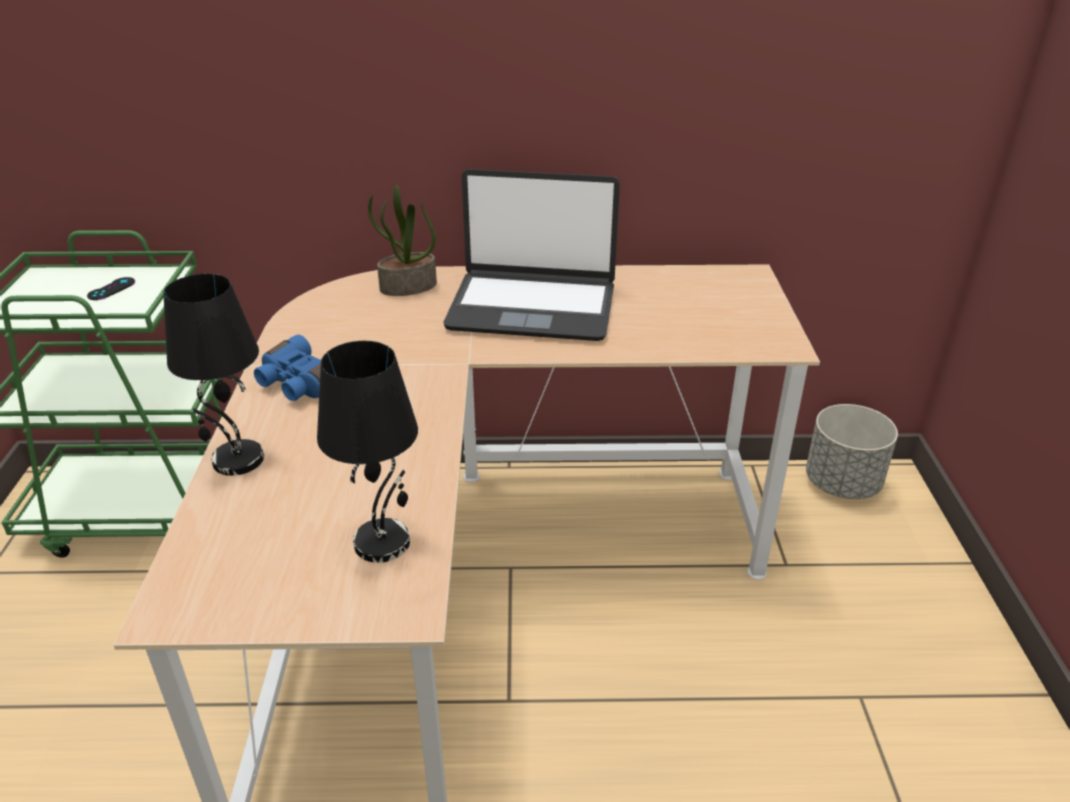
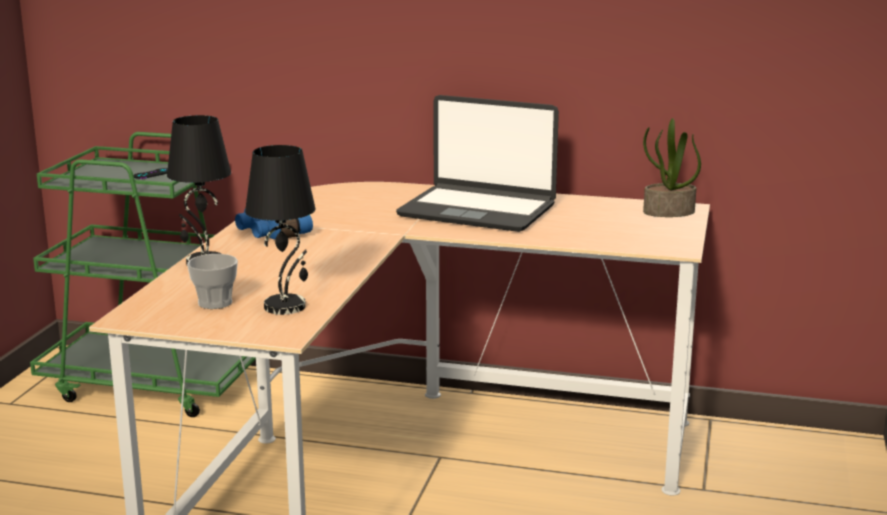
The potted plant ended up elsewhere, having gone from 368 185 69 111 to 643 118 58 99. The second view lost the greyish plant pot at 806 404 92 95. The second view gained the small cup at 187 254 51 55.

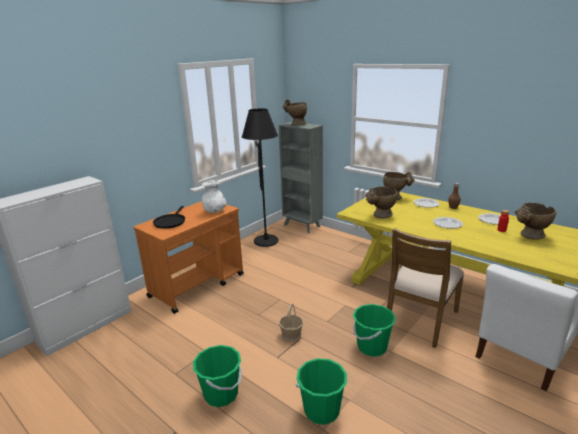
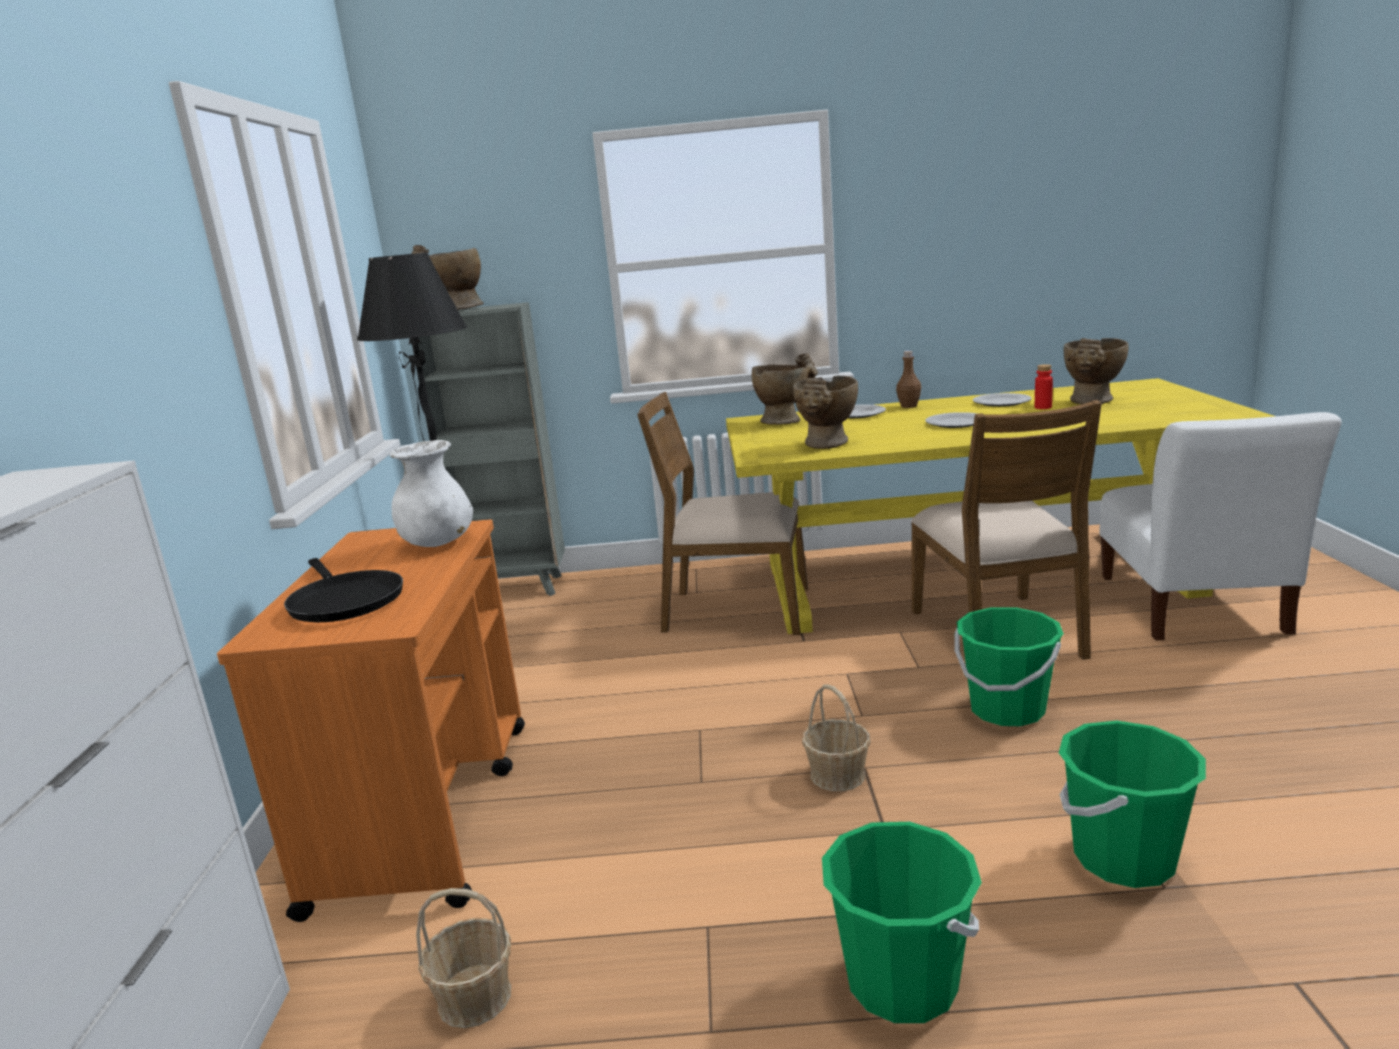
The second view gained the brown upright chair at 637 392 171 243. The second view gained the household basket at 416 888 95 140.

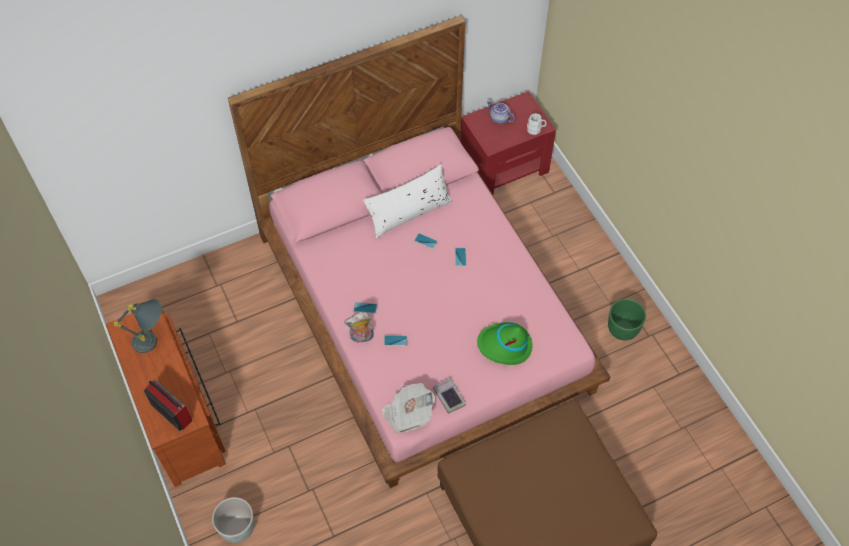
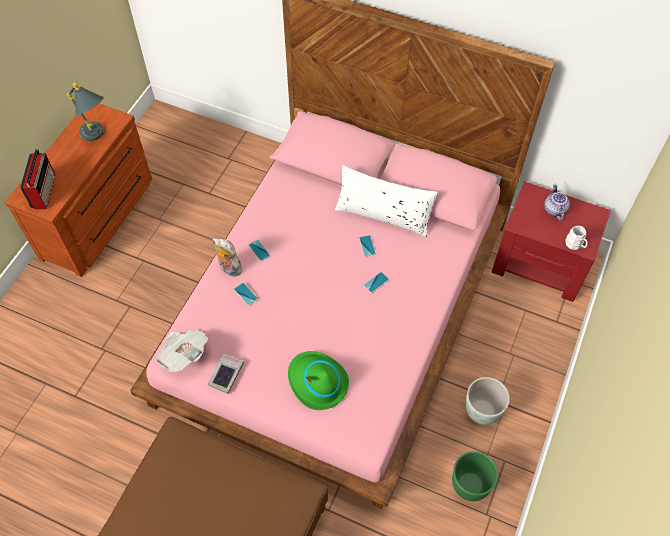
The greyish plant pot ended up elsewhere, having gone from 212 497 43 46 to 465 377 45 48.

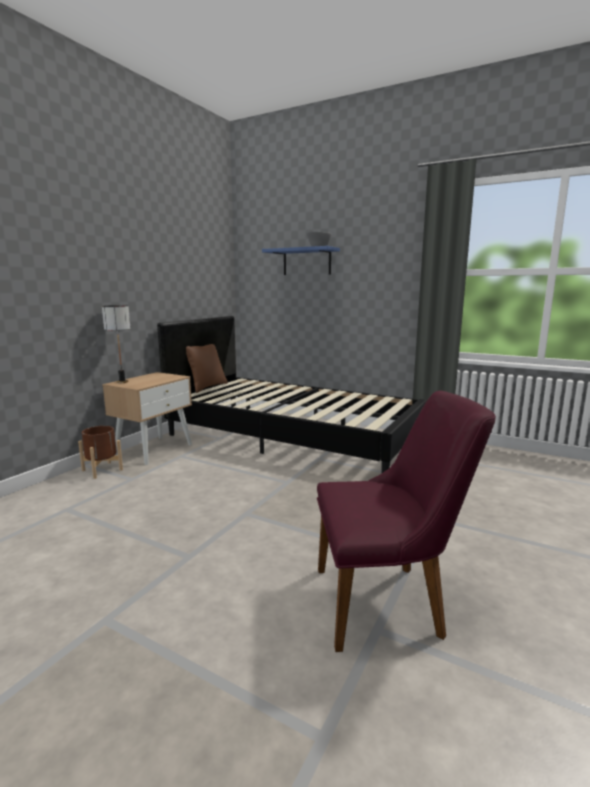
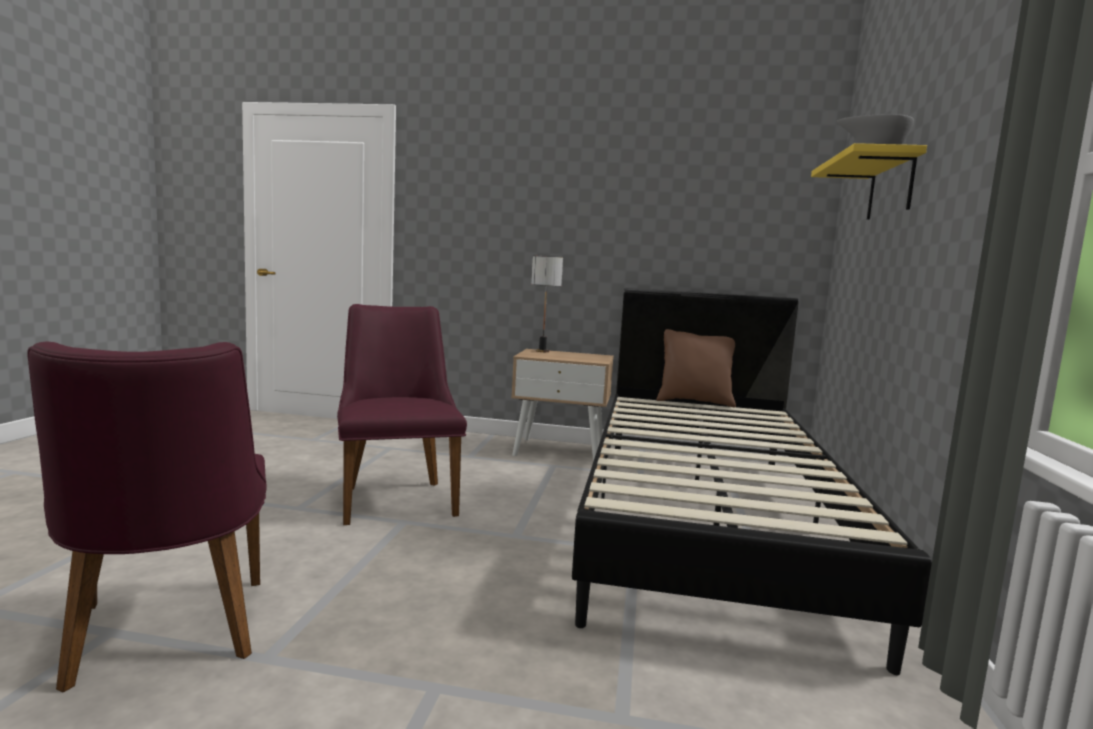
What was the blue-coloured bracket shelf at 262 246 78 29 turned into the yellowish bracket shelf at 811 143 116 77. The second view lost the brown plant pot at 78 426 45 53. The second view gained the purple upright chair at 337 304 130 221.

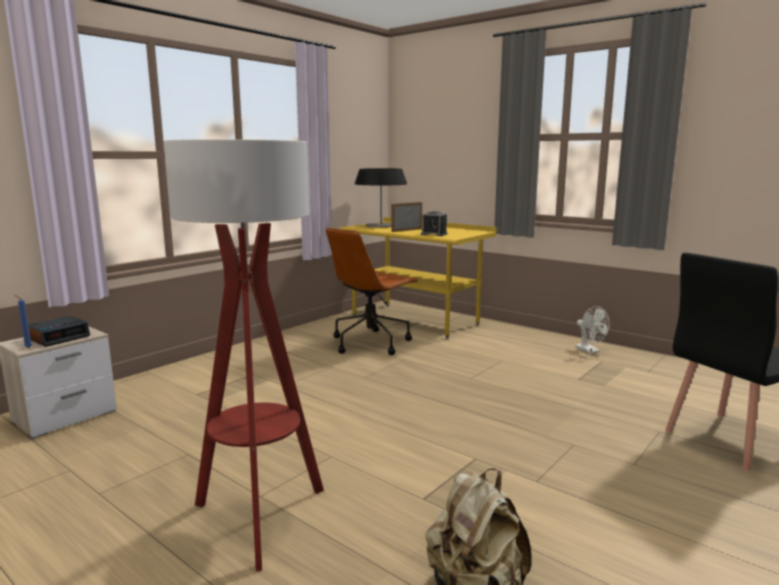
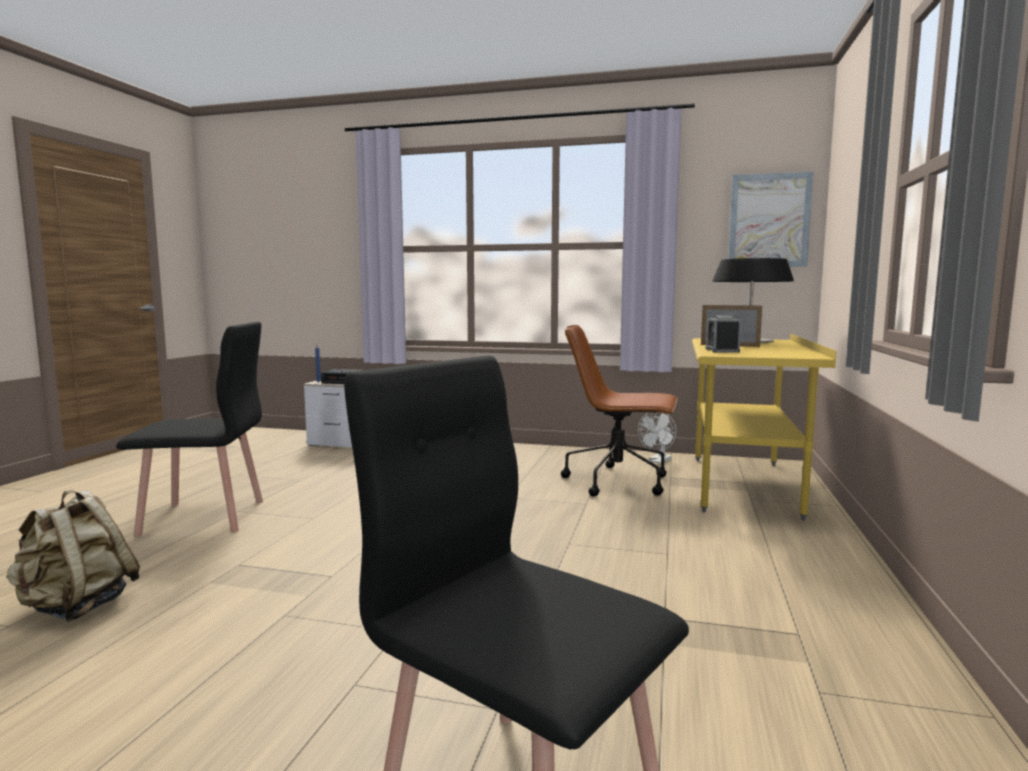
Where the standing lamp stood at 164 139 160 433, the black upright chair came to stand at 116 322 147 214. The white-coloured electric fan ended up elsewhere, having gone from 575 306 35 48 to 638 412 38 52. The second view gained the picture at 728 172 86 95.

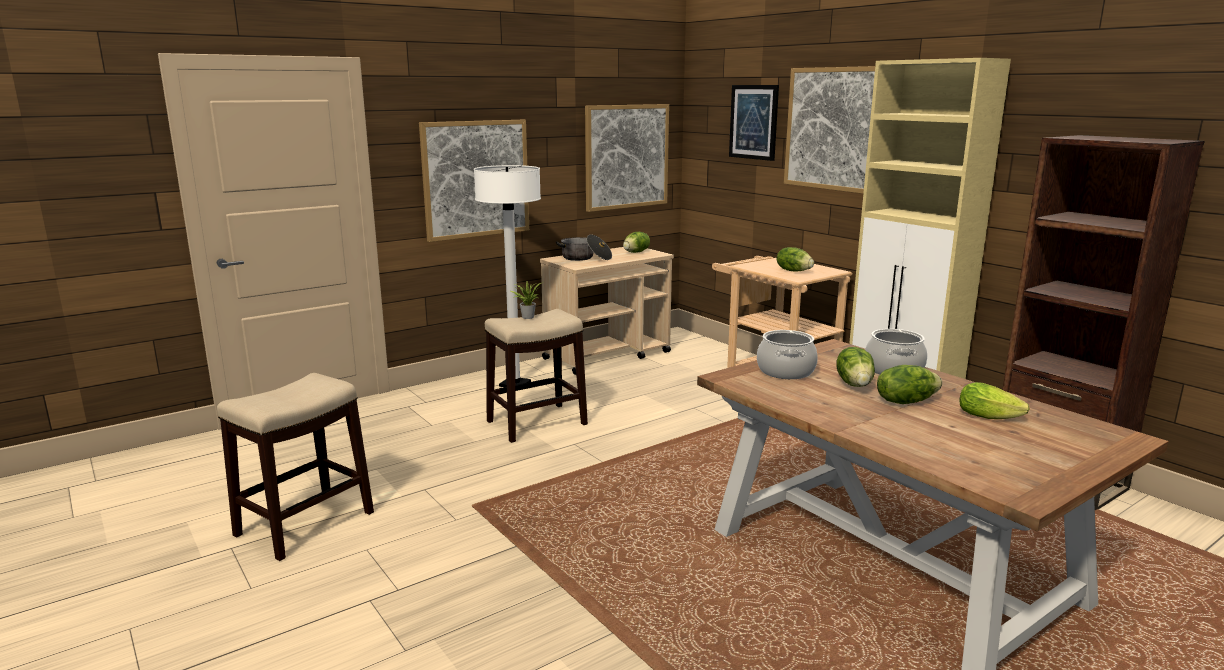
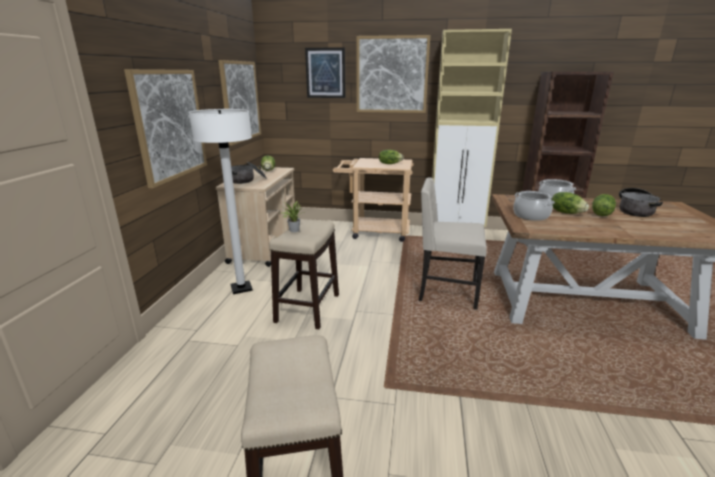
Where the lettuce stood at 960 382 70 37, the stockpot came to stand at 619 188 44 29. The second view gained the beige-coloured upright chair at 419 177 68 133.

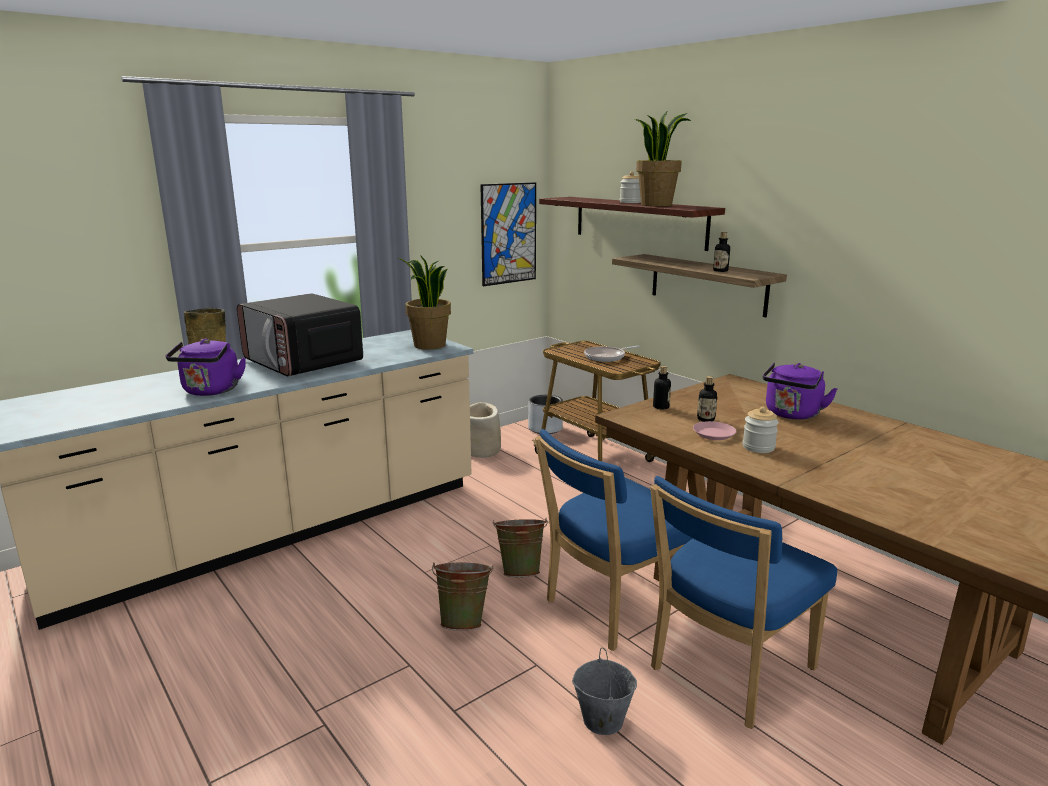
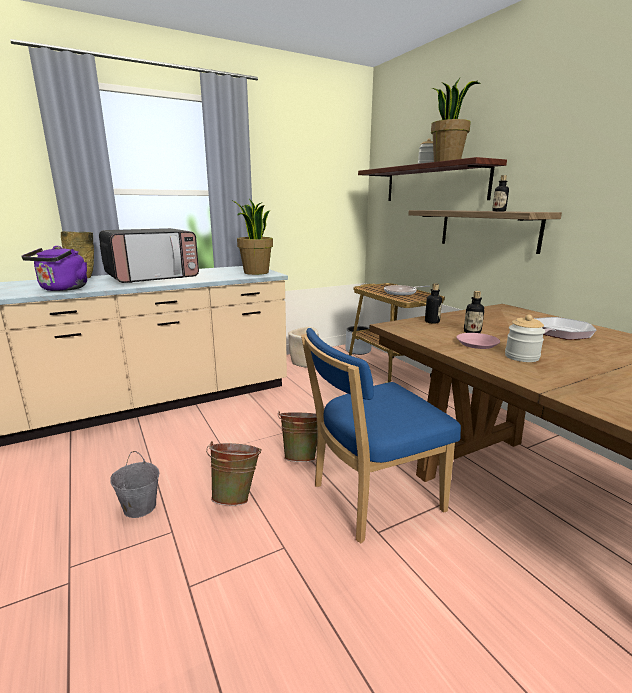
The second view lost the picture at 480 182 56 104. The kitchen microwave at 237 293 126 83 ended up facing another way, 90 degrees counterclockwise from before. Where the purple tea kettle stood at 763 363 74 57, the skillet came to stand at 534 317 63 23. The second view lost the blue-coloured upright chair at 650 476 187 253. The greyish water bucket ended up elsewhere, having gone from 572 648 65 87 to 110 451 50 67.

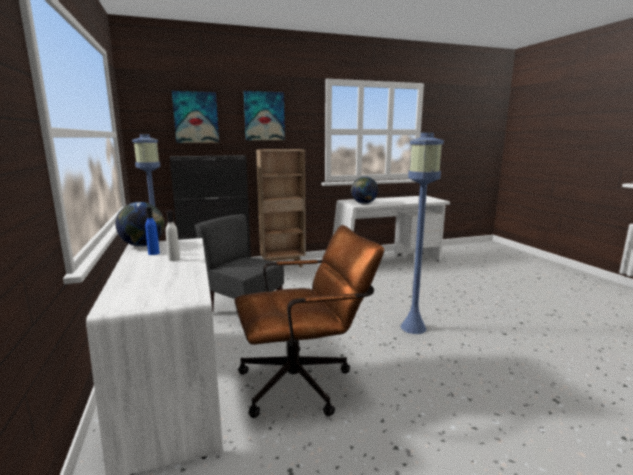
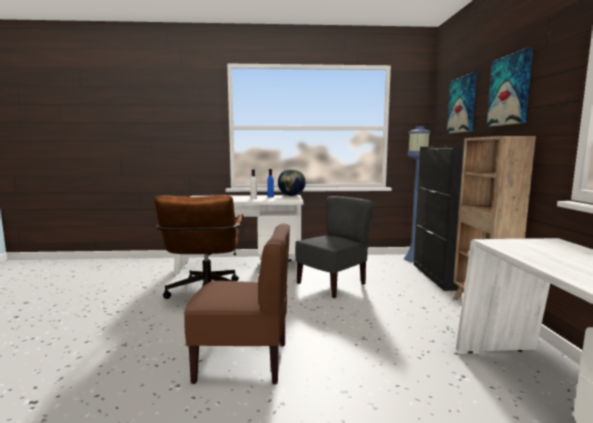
Where the blue-coloured standing lamp stood at 401 133 43 201, the brown upright chair came to stand at 184 224 106 160. The second view lost the world globe at 351 177 27 27.

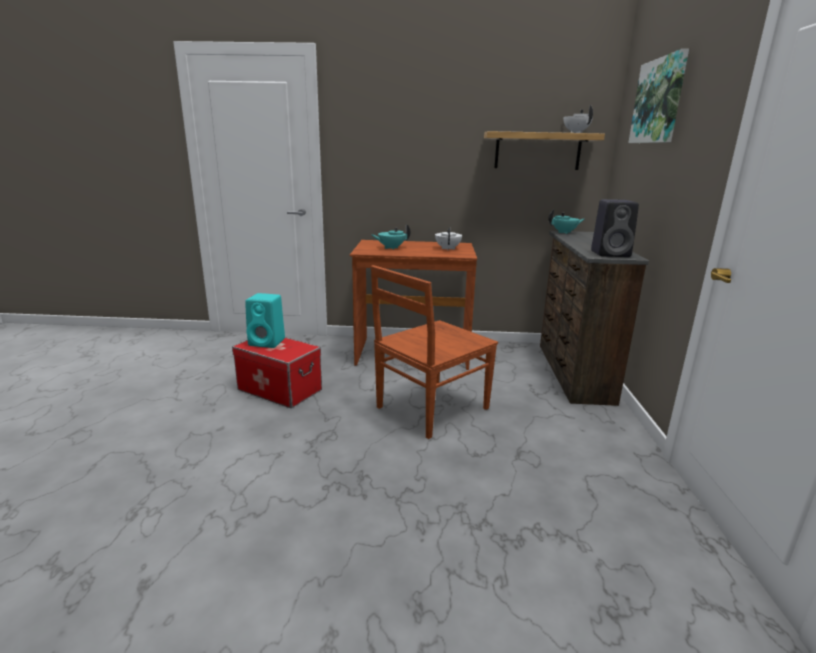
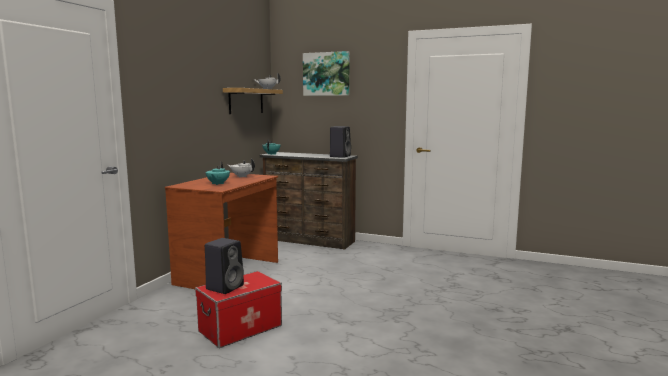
The second view lost the brown upright chair at 371 265 127 174. What was the turquoise-coloured speaker at 245 293 40 55 turned into the black speaker at 205 238 39 56.

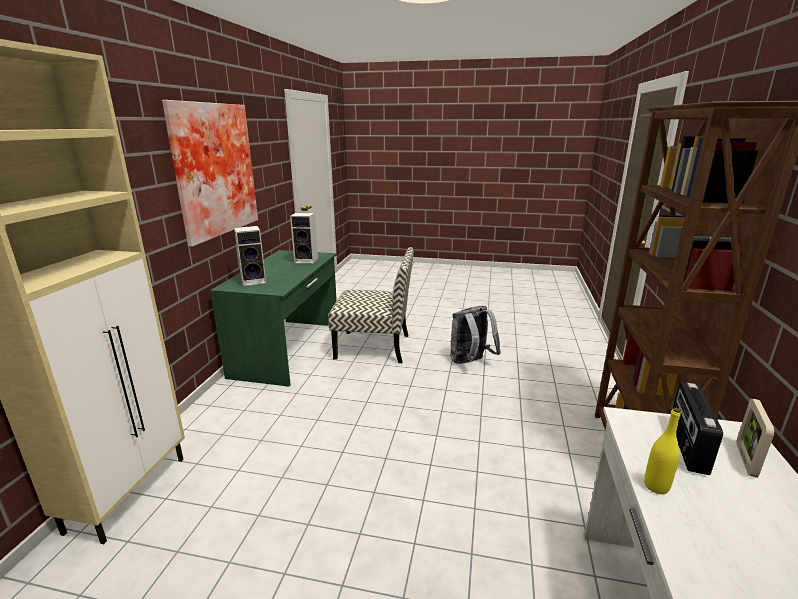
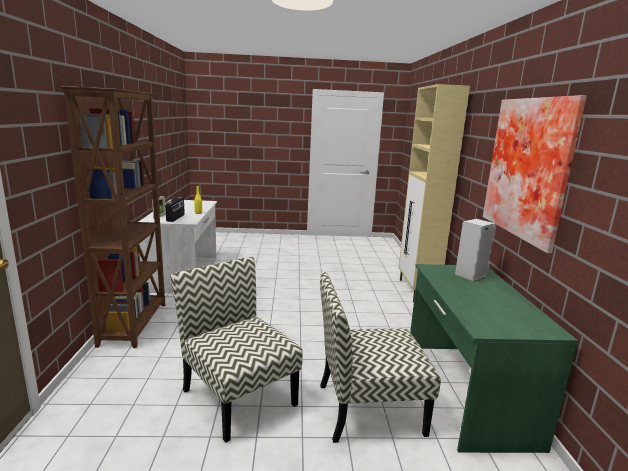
The second view lost the speaker at 290 213 28 51. Where the greyish rucksack stood at 450 306 51 58, the upright chair came to stand at 170 257 133 186.

